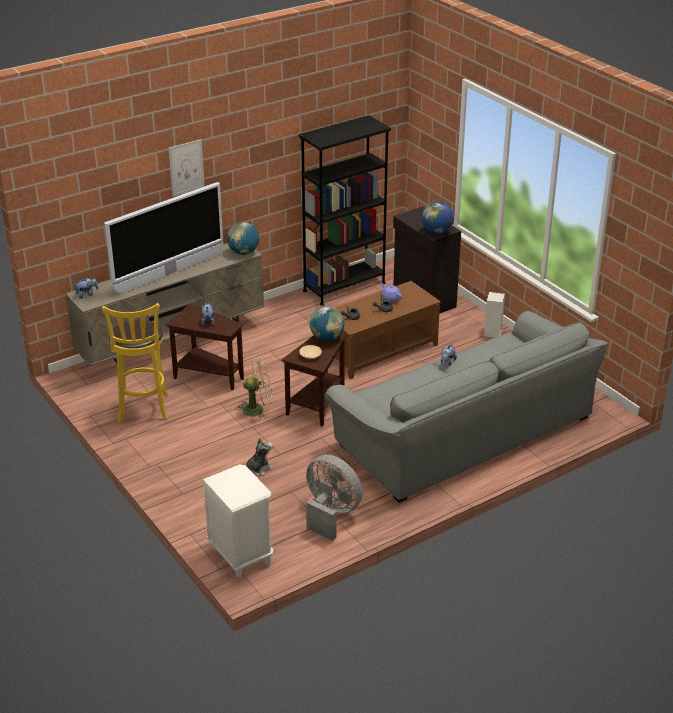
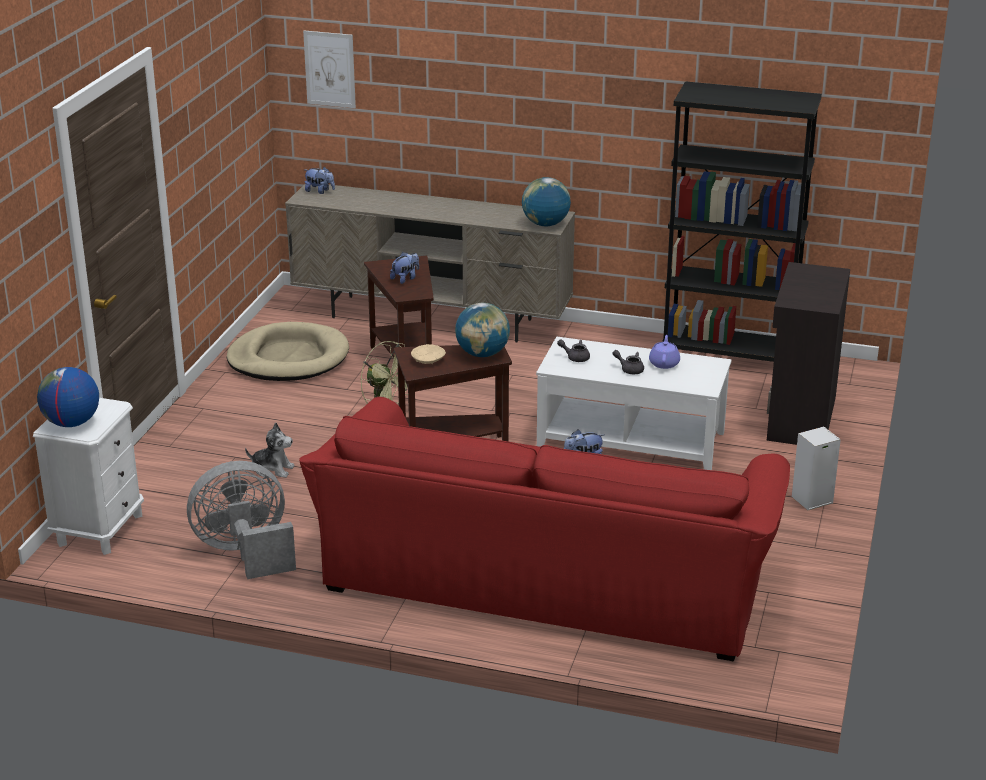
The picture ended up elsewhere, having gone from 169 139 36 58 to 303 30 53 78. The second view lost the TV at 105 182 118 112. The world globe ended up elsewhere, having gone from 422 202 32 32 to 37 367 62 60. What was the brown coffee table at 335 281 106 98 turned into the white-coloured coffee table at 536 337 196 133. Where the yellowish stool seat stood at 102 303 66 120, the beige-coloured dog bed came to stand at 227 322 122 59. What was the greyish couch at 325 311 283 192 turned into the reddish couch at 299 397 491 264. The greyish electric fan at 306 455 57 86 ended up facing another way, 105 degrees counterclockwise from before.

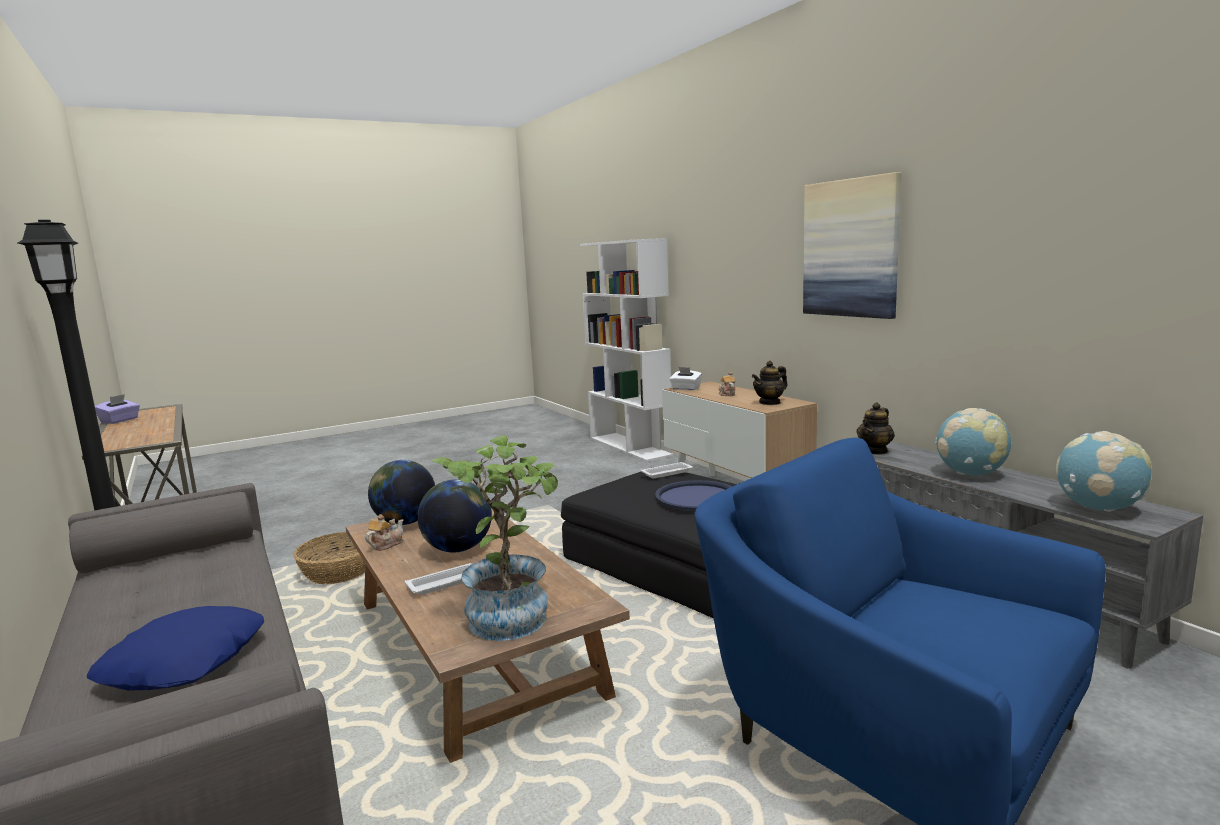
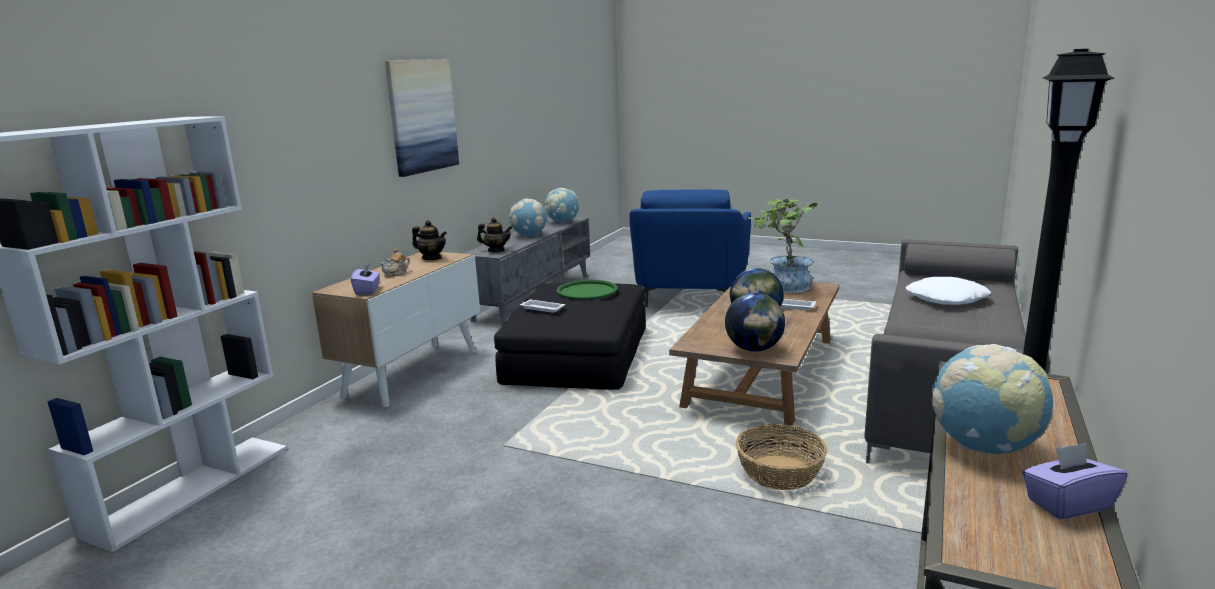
What was the white-coloured tissue holder at 669 367 33 23 turned into the purple tissue holder at 351 263 29 32. What was the blue-coloured carrying tray at 655 480 78 31 turned into the green-coloured carrying tray at 557 280 61 20. The second view lost the teapot at 365 514 39 37. What was the blue-coloured cushion at 87 606 177 85 turned into the white-coloured cushion at 906 277 85 28. The second view gained the world globe at 932 344 121 110.

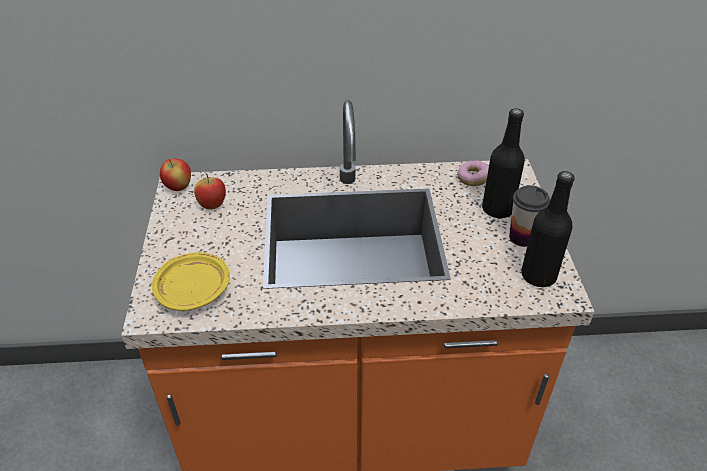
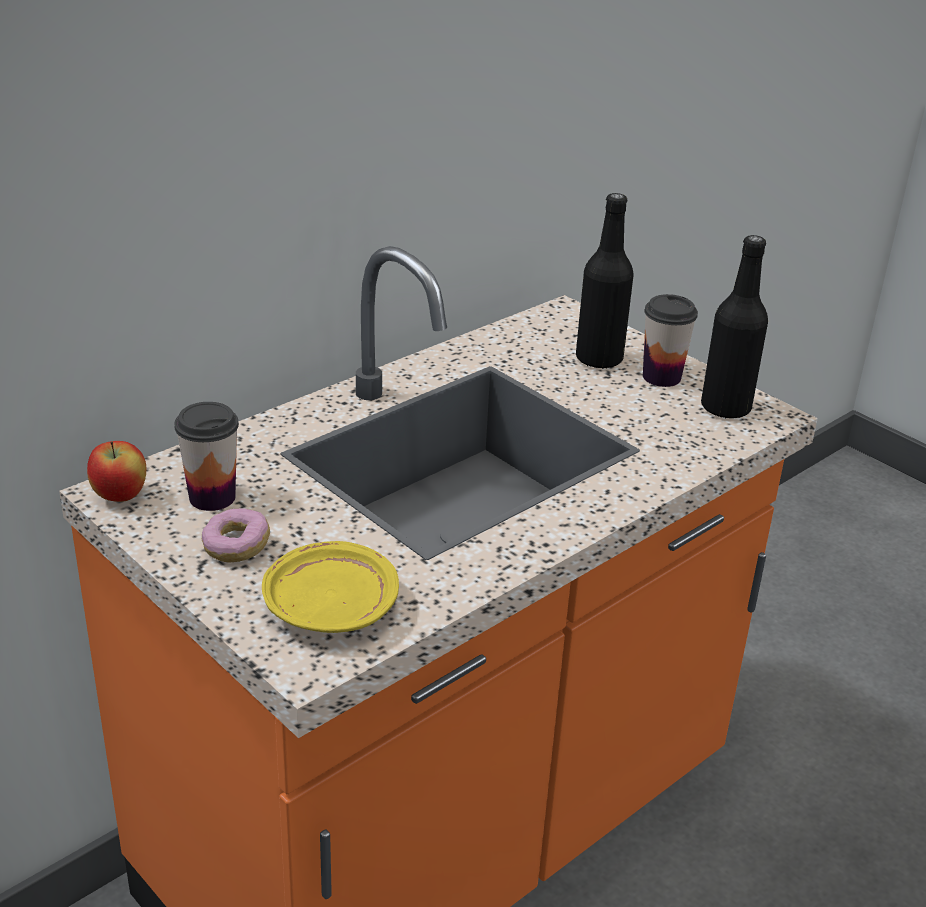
The donut ended up elsewhere, having gone from 457 160 32 26 to 202 508 68 55. Where the apple stood at 194 174 32 36, the small cup came to stand at 174 402 65 109.

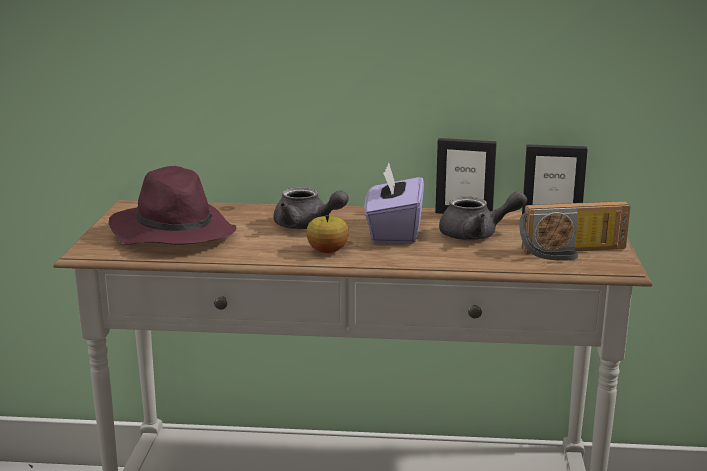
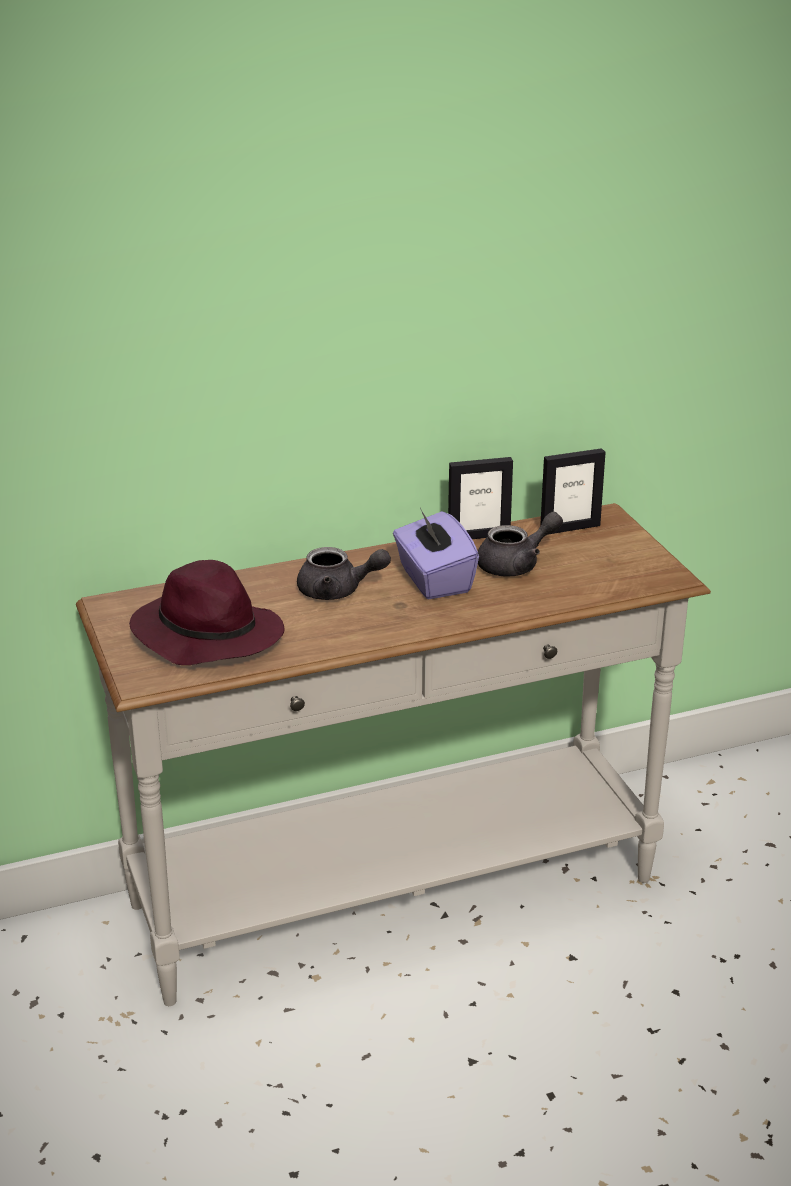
The second view lost the radio at 519 201 111 60. The second view lost the apple at 306 215 43 38.

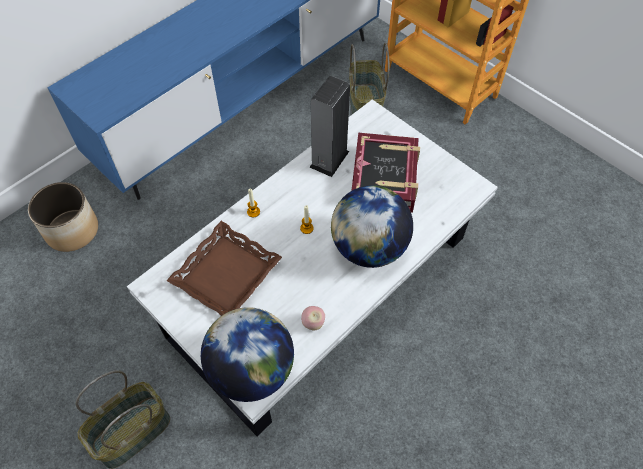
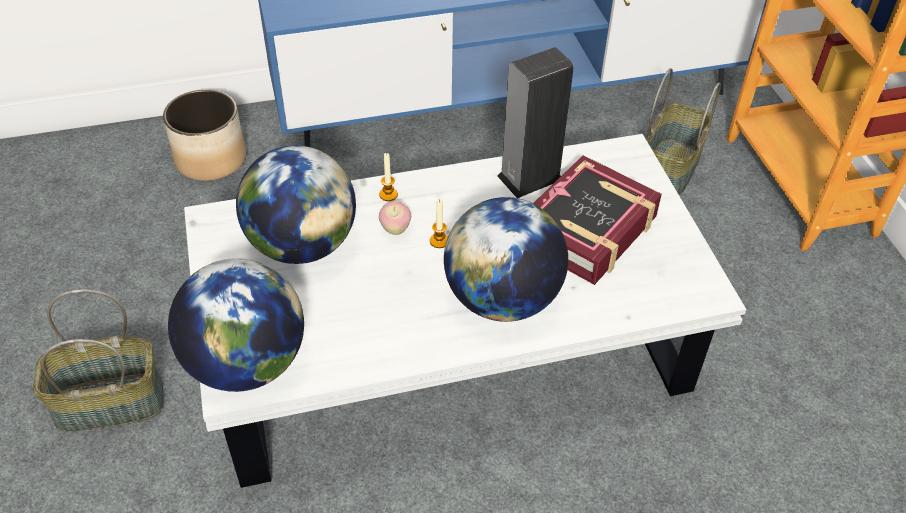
Where the brown carrying tray stood at 166 221 116 95, the world globe came to stand at 236 145 120 119. The apple ended up elsewhere, having gone from 301 306 24 24 to 379 201 32 34.

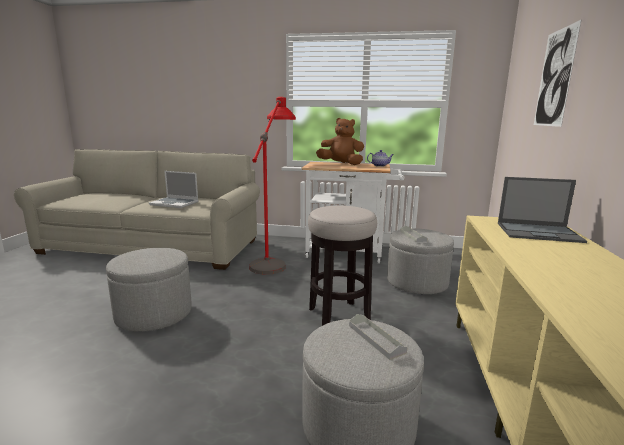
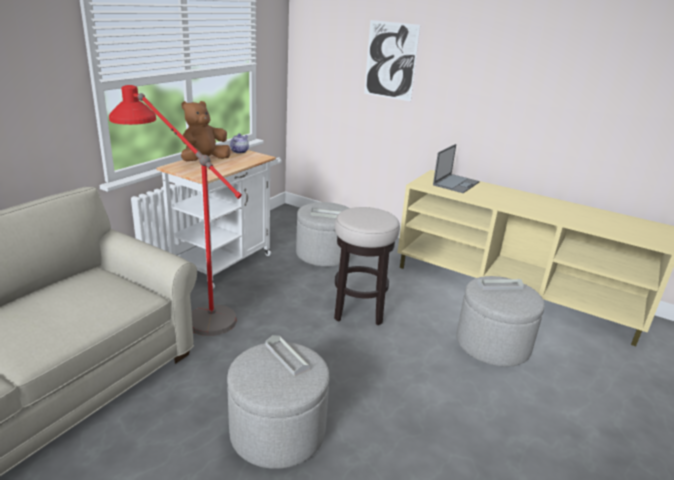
The second view lost the portable computer at 149 171 49 37. The second view gained the greyish carrying tray at 266 335 44 42.

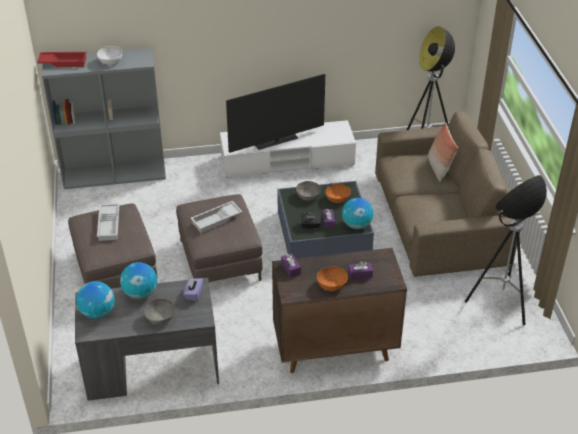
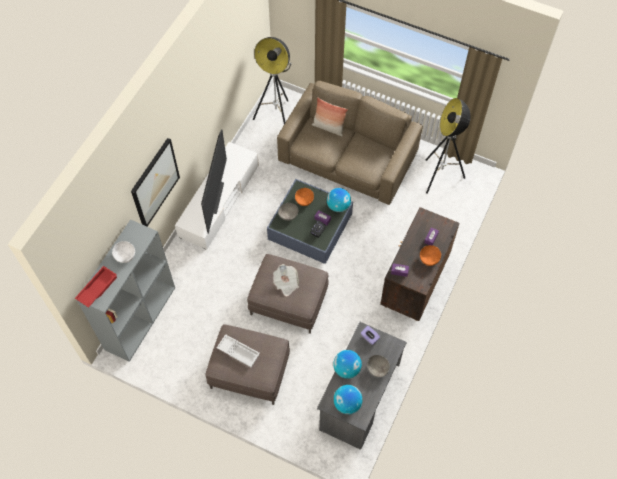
Where the white-coloured carrying tray stood at 191 201 52 32, the daily paper came to stand at 273 264 26 32. The second view gained the picture at 131 138 49 89.

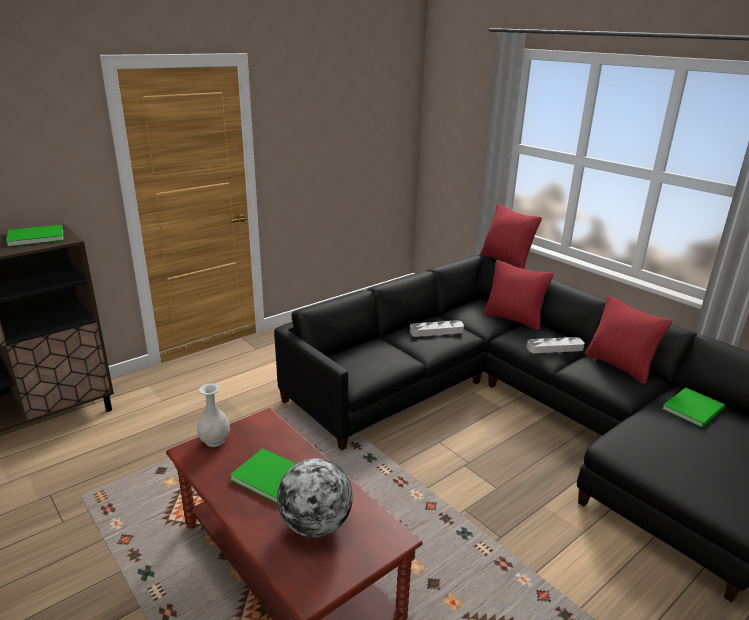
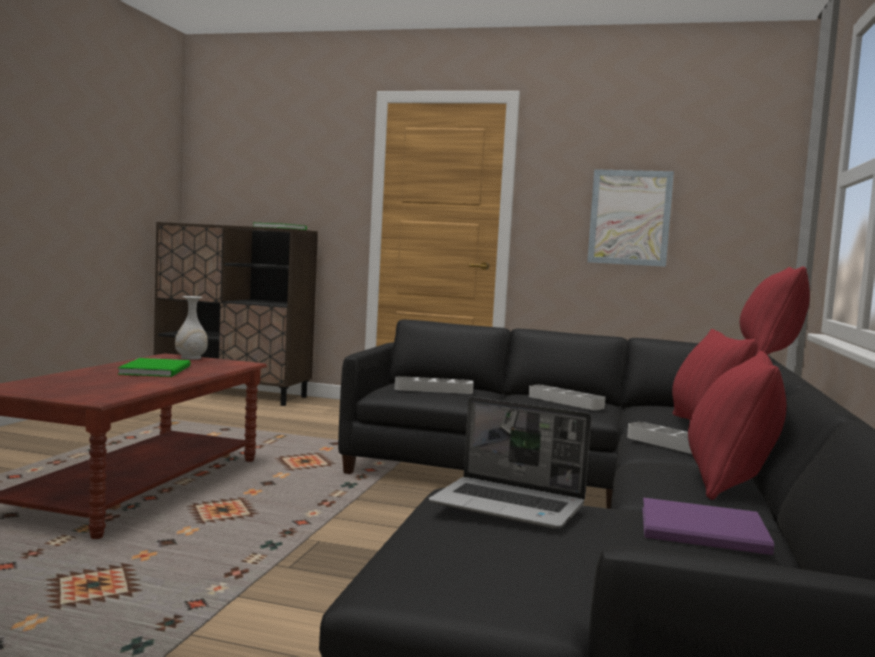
What was the green-coloured volume at 662 388 63 39 turned into the purple volume at 642 497 132 58. The second view lost the world globe at 277 458 76 79. The second view gained the picture at 587 169 87 98. The second view gained the greyish carrying tray at 395 376 79 18. The second view gained the portable computer at 429 397 163 132.

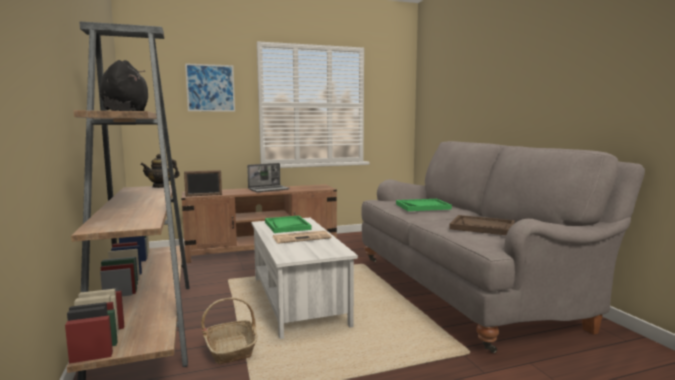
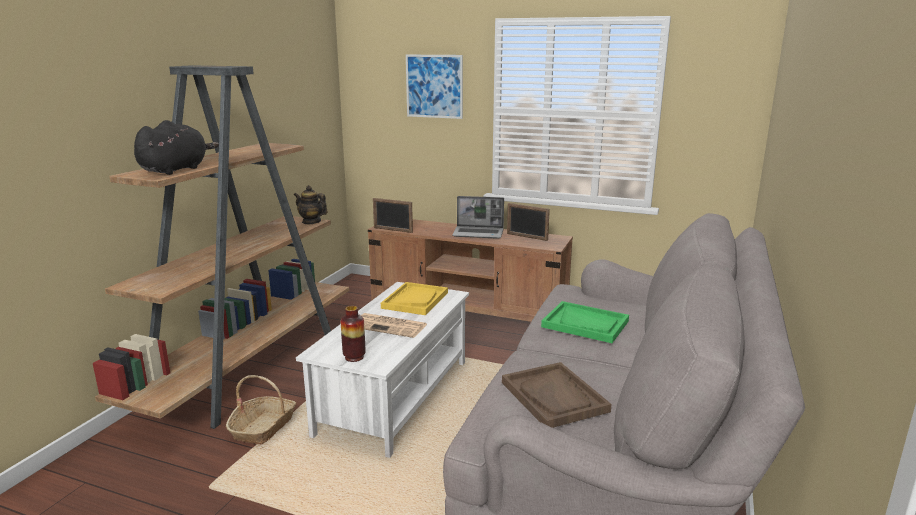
What was the green-coloured carrying tray at 265 216 46 17 turned into the yellowish carrying tray at 381 282 67 33. The second view gained the picture frame at 507 203 43 38. The second view gained the flower vase at 341 306 25 56.

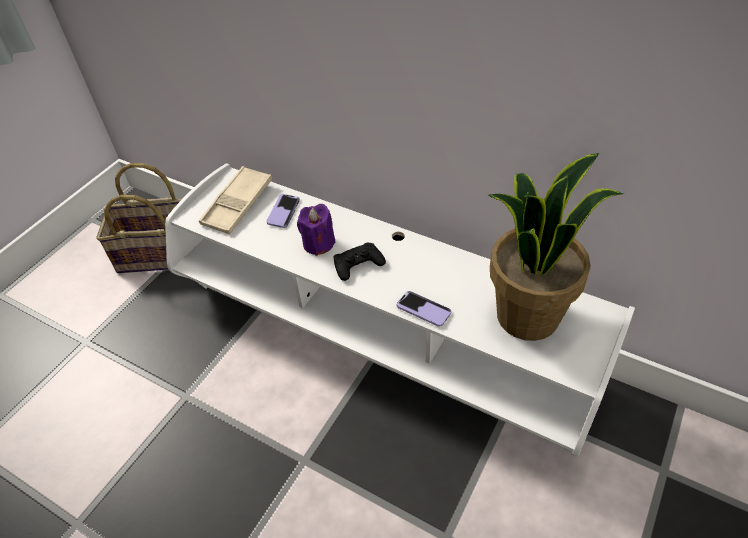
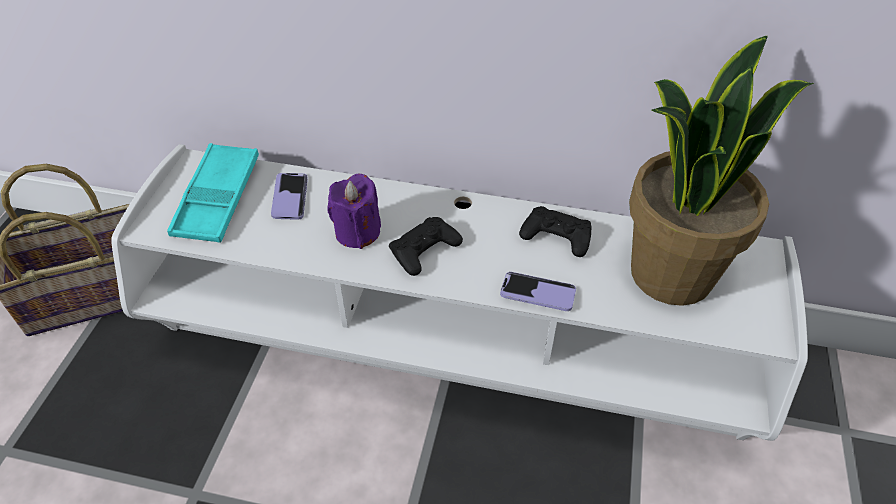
What was the beige-coloured carrying tray at 199 166 73 68 turned into the turquoise-coloured carrying tray at 167 143 92 100. The second view gained the black gamepad at 519 206 72 51.

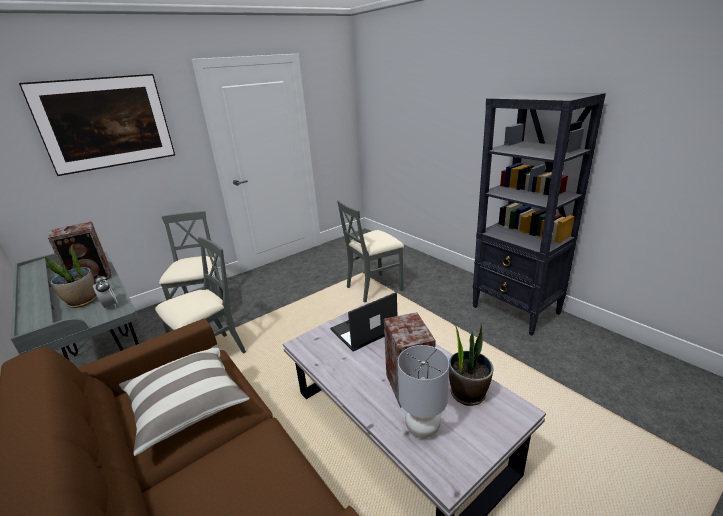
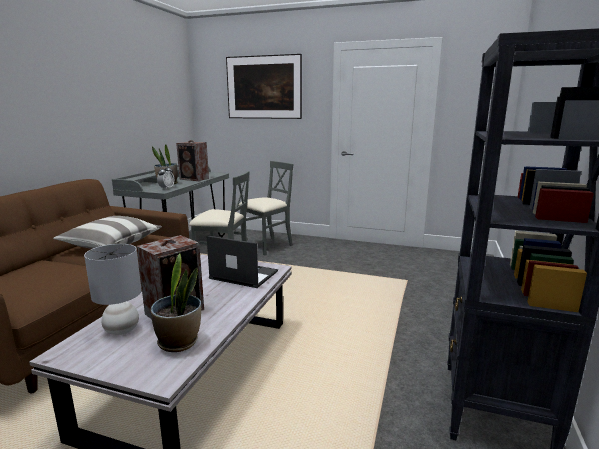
The second view lost the greyish upright chair at 337 200 67 103.

